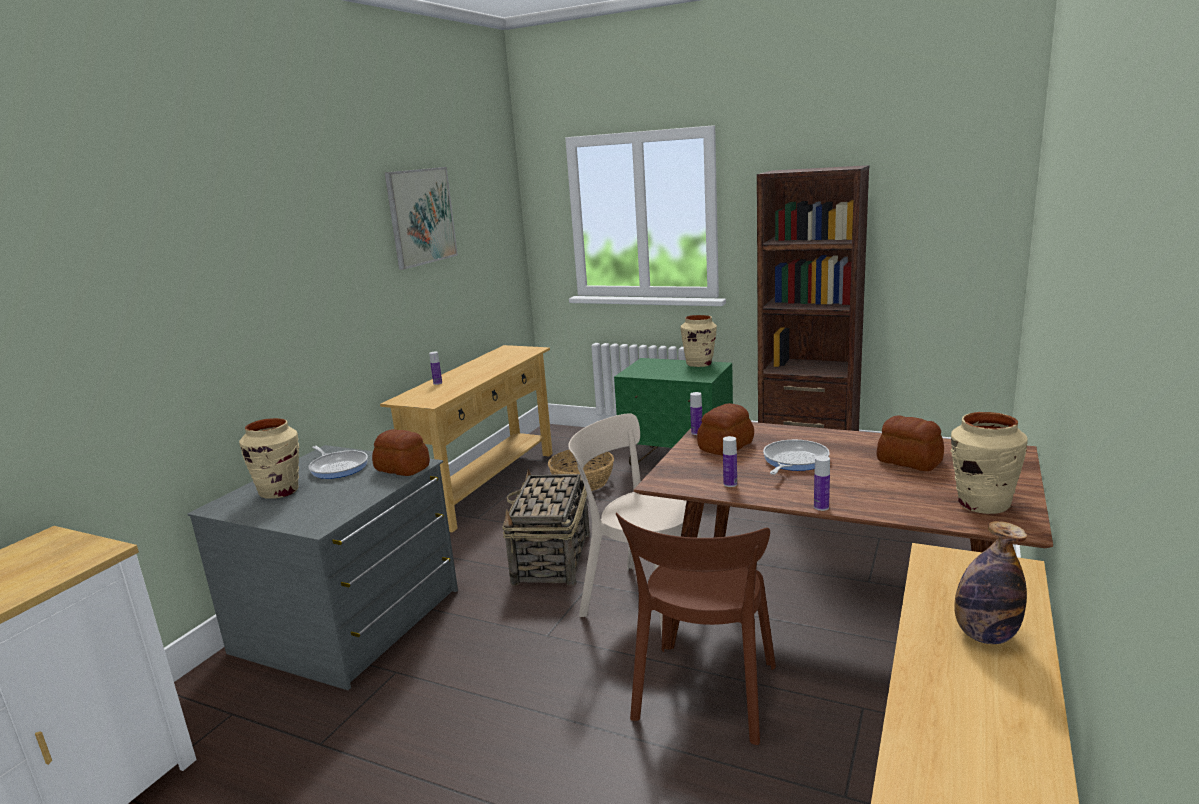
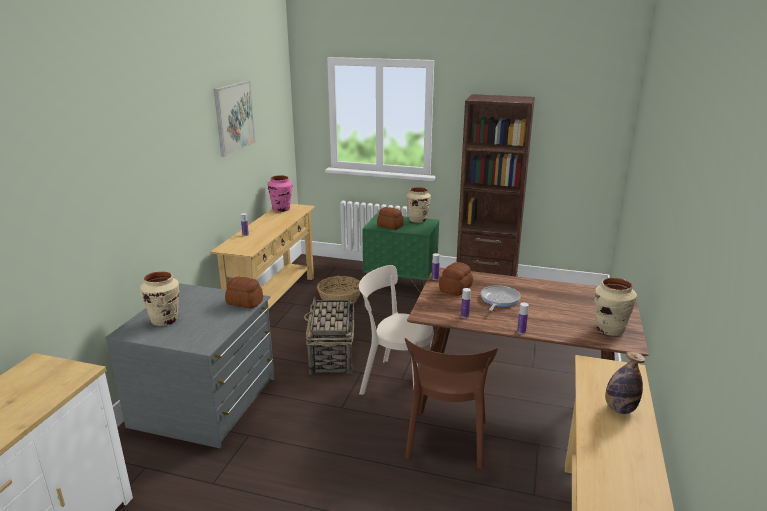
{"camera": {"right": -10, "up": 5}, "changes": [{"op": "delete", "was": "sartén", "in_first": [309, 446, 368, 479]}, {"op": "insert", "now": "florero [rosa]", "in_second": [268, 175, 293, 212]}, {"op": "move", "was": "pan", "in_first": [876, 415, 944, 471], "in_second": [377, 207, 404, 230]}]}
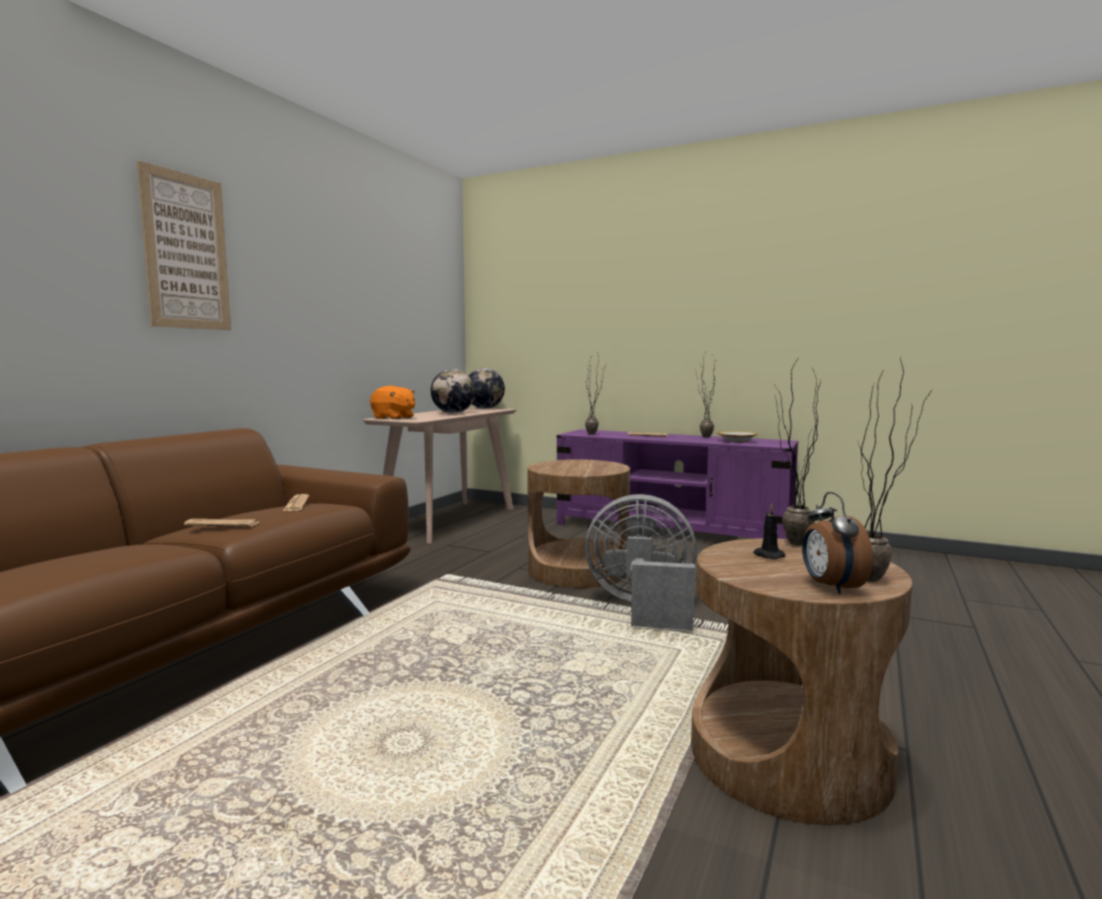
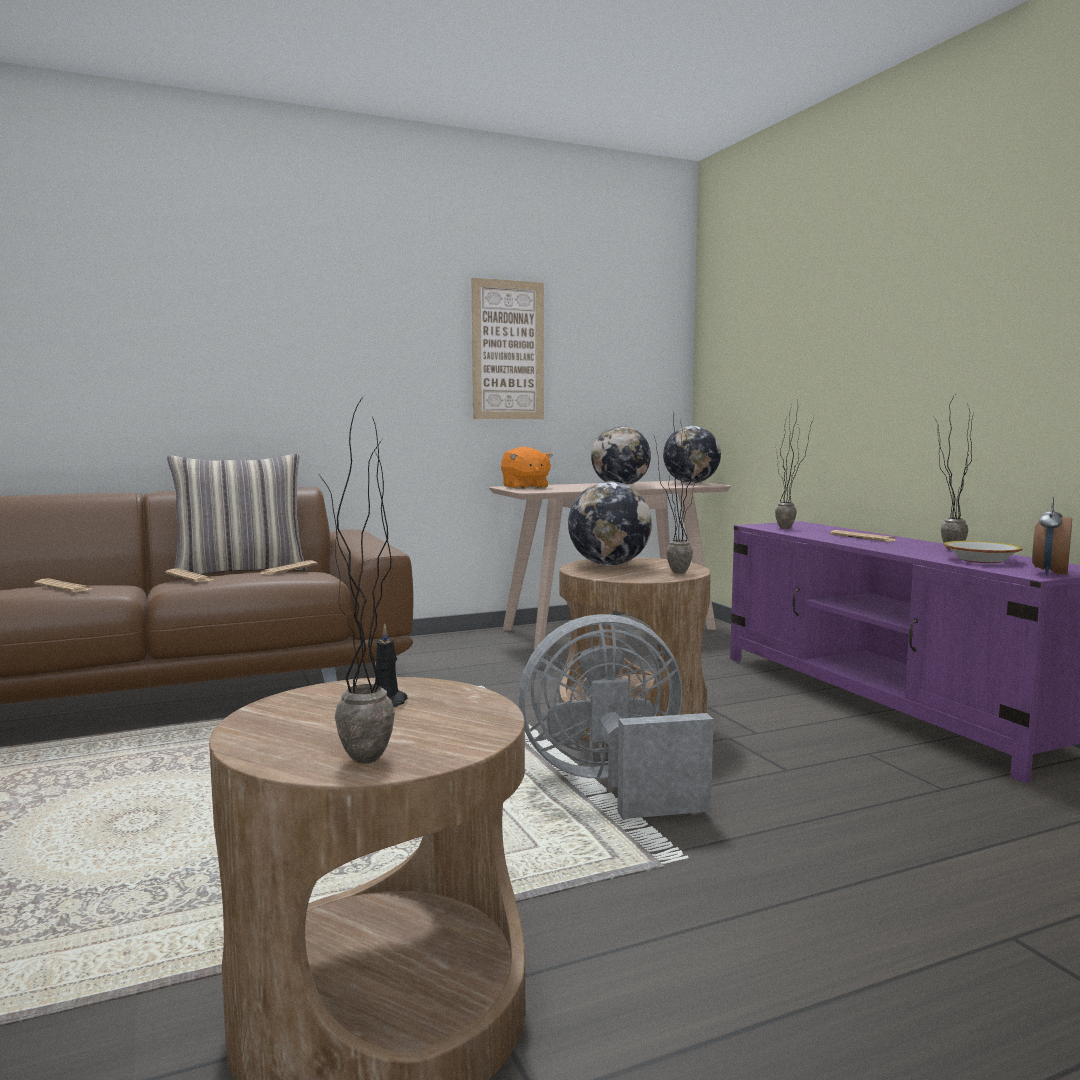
{"camera": {"right": 40, "up": 0}, "changes": [{"op": "insert", "now": "periódico", "in_second": [34, 578, 91, 592]}, {"op": "insert", "now": "cojín", "in_second": [167, 454, 307, 578]}, {"op": "insert", "now": "globo terráqueo", "in_second": [568, 482, 652, 565]}, {"op": "move", "was": "cuadro", "in_first": [137, 160, 231, 330], "in_second": [472, 278, 544, 419]}, {"op": "move", "was": "planta en maceta", "in_first": [774, 359, 821, 546], "in_second": [654, 416, 697, 574]}, {"op": "move", "was": "despertador", "in_first": [802, 492, 873, 594], "in_second": [1032, 497, 1072, 576]}, {"op": "rotate", "was": "ventilador [gris]", "in_first": [585, 494, 697, 630], "in_second": [519, 614, 714, 819], "clockwise": -60}]}
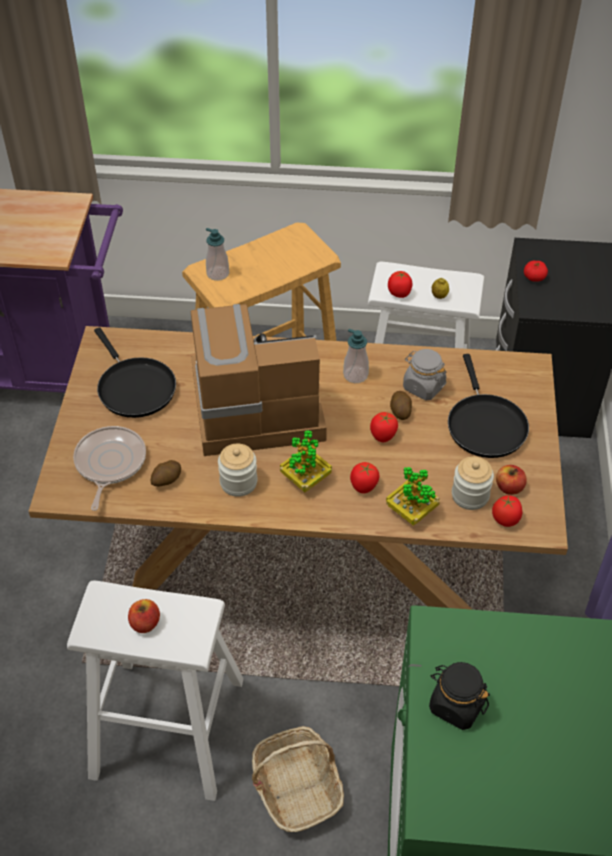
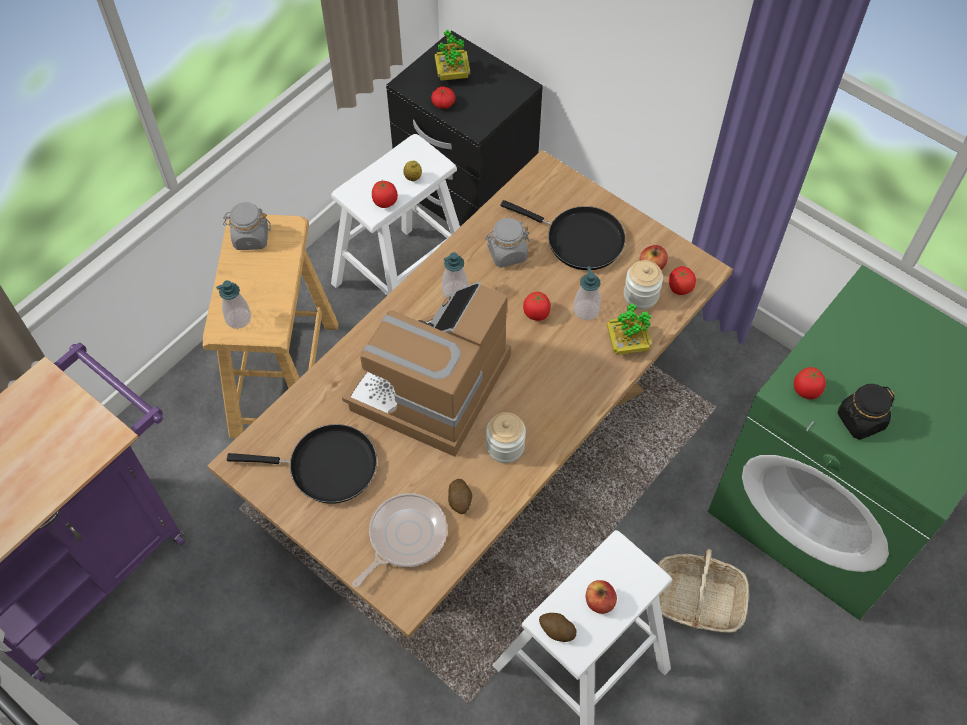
{"camera": {"right": -55, "up": 10}, "changes": [{"op": "insert", "now": "tarro [gris]", "in_second": [223, 202, 271, 250]}, {"op": "insert", "now": "dispensador de jabón", "in_second": [574, 266, 601, 320]}, {"op": "move", "was": "planta en maceta", "in_first": [280, 430, 332, 492], "in_second": [435, 30, 470, 81]}, {"op": "move", "was": "tomate", "in_first": [350, 462, 379, 493], "in_second": [794, 367, 826, 399]}, {"op": "move", "was": "patata", "in_first": [390, 391, 412, 420], "in_second": [539, 613, 577, 642]}, {"op": "rotate", "was": "sartén", "in_first": [73, 426, 146, 511], "in_second": [352, 493, 447, 588], "clockwise": 90}]}
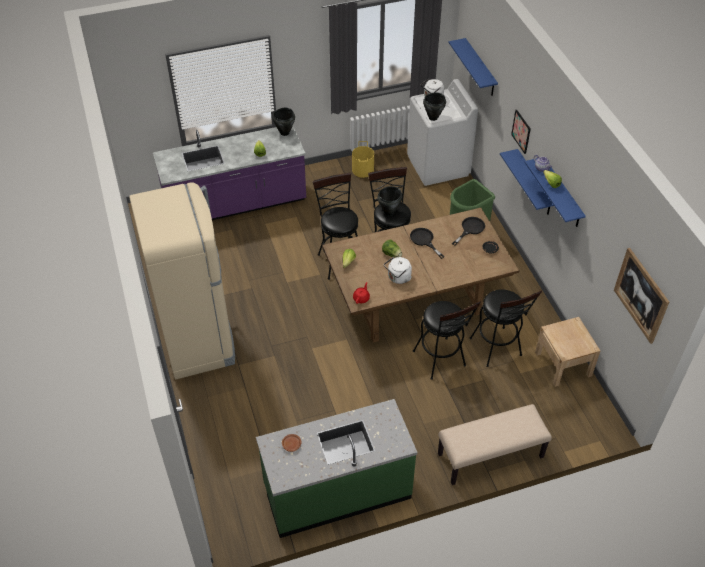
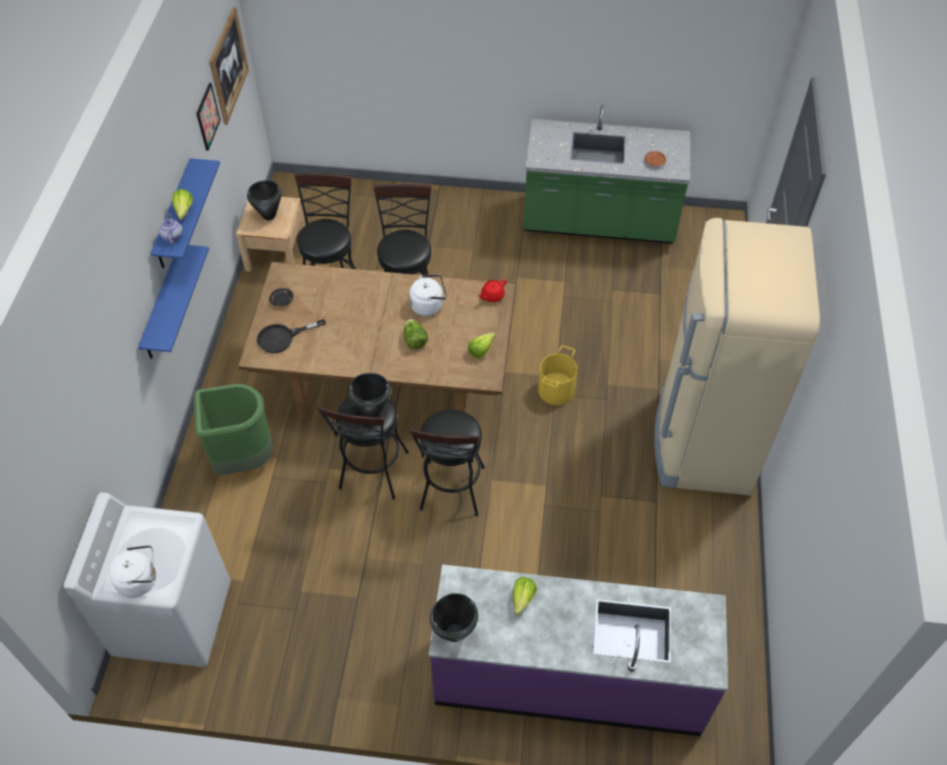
{"camera": {"right": -155, "up": 5}, "changes": [{"op": "delete", "was": "sartén [negro]", "in_first": [410, 228, 445, 259]}, {"op": "delete", "was": "banco [beis]", "in_first": [438, 404, 552, 485]}, {"op": "delete", "was": "estante [azul]", "in_first": [449, 38, 498, 96]}, {"op": "move", "was": "cubo [amarillo]", "in_first": [352, 141, 374, 178], "in_second": [538, 345, 577, 405]}, {"op": "move", "was": "olla [negro]", "in_first": [423, 93, 446, 121], "in_second": [247, 180, 282, 220]}, {"op": "move", "was": "cuadro", "in_first": [511, 110, 531, 154], "in_second": [196, 83, 220, 151]}]}
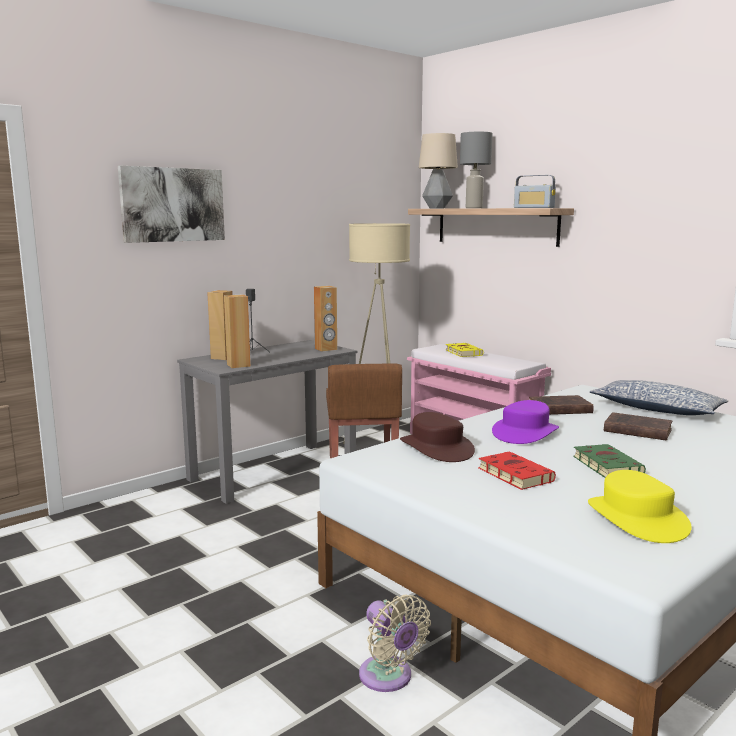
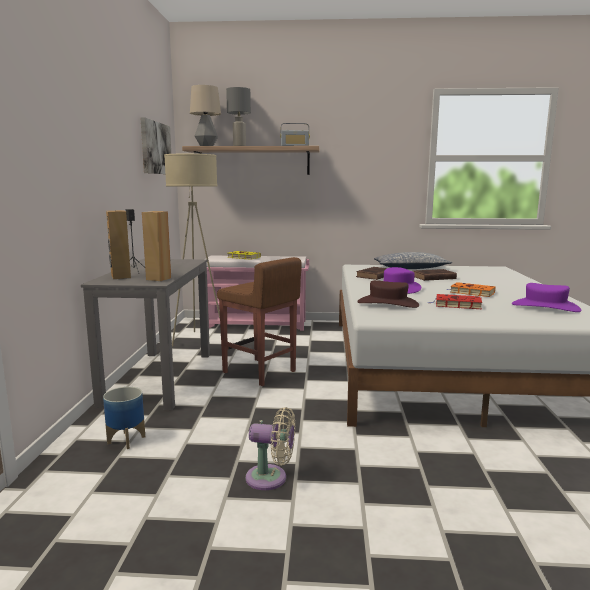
{"camera": {"right": -45, "up": 0}, "changes": [{"op": "delete", "was": "altavoz [marrón]", "in_first": [314, 286, 337, 352]}, {"op": "insert", "now": "maceta", "in_second": [103, 387, 145, 449]}, {"op": "move", "was": "cuadro", "in_first": [118, 166, 225, 243], "in_second": [140, 117, 171, 174]}, {"op": "move", "was": "ventilador [beis]", "in_first": [359, 594, 431, 692], "in_second": [246, 407, 295, 490]}, {"op": "recolor", "was": "libro [verde]", "now": "libro [naranja]", "in_first": [573, 444, 646, 478], "in_second": [447, 282, 495, 297]}, {"op": "recolor", "was": "sombrero [amarillo]", "now": "sombrero [morado]", "in_first": [588, 470, 692, 543], "in_second": [512, 283, 581, 312]}]}
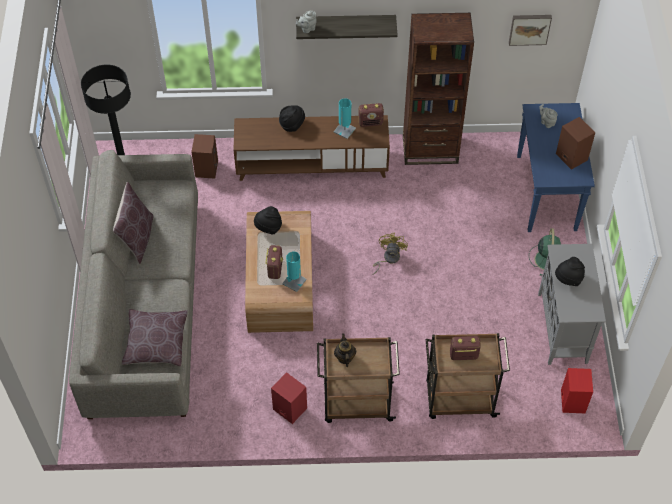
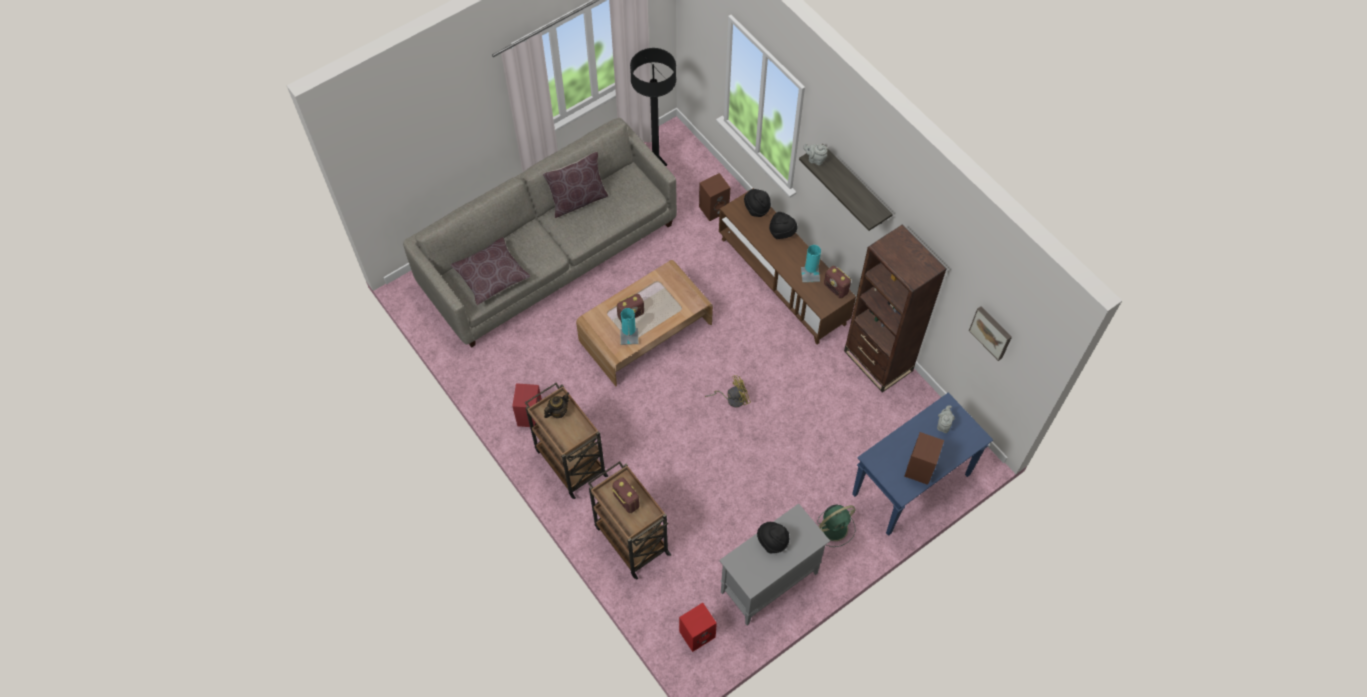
{"camera": {"right": 55, "up": 5}, "changes": [{"op": "move", "was": "sombrero [negro]", "in_first": [254, 206, 282, 235], "in_second": [744, 189, 771, 217]}]}
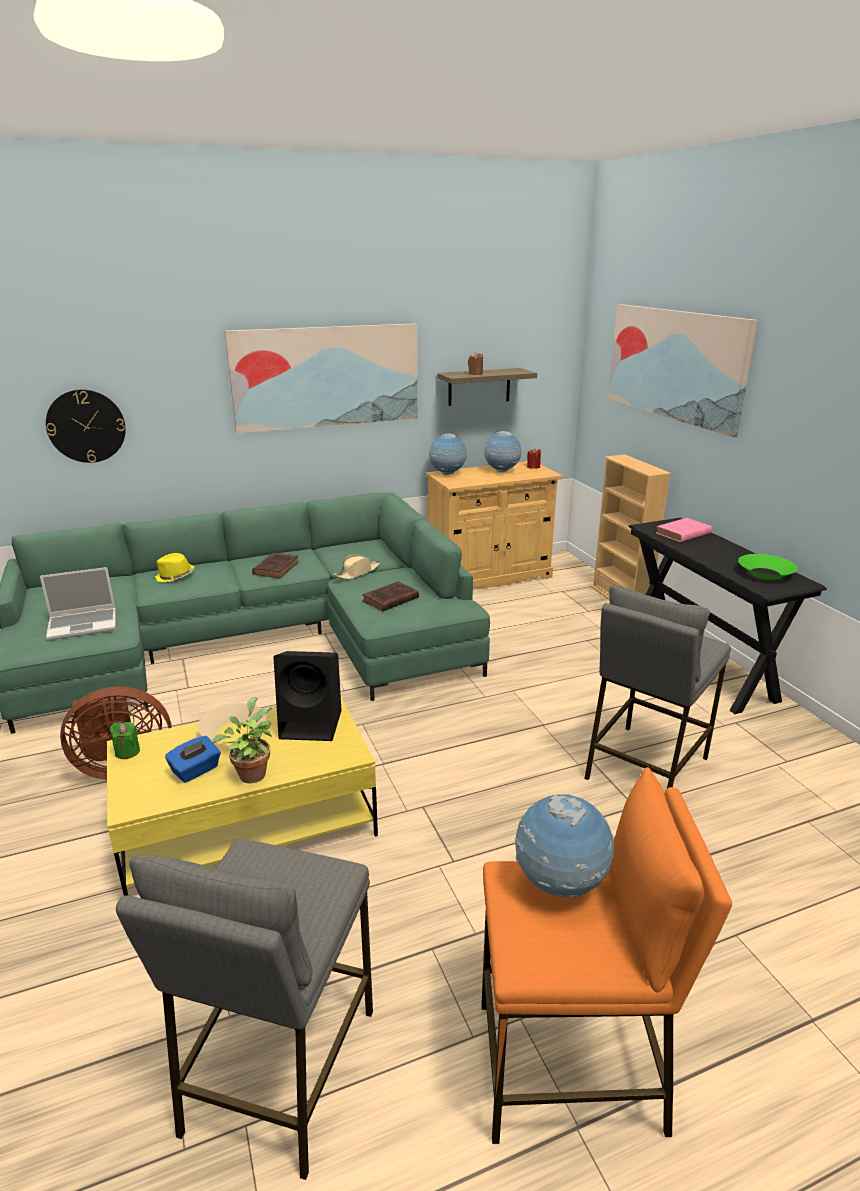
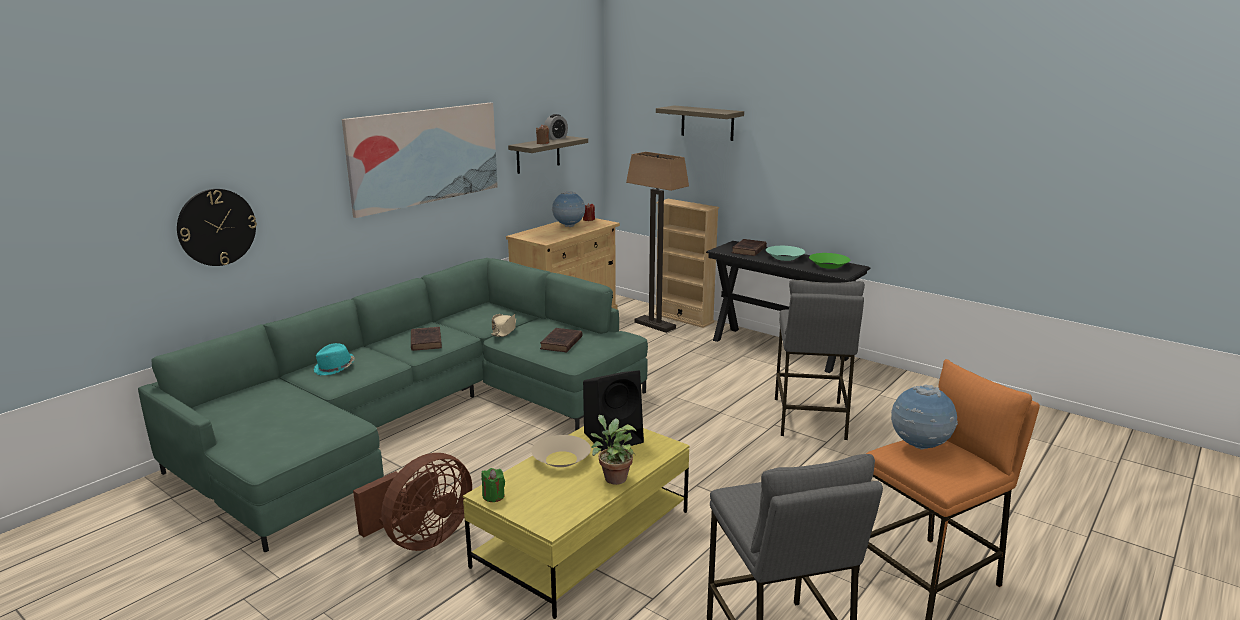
{"camera": {"right": -30, "up": -5}, "changes": [{"op": "delete", "was": "portátil", "in_first": [40, 567, 116, 640]}, {"op": "delete", "was": "caja de pañuelos [azul]", "in_first": [165, 736, 221, 783]}, {"op": "delete", "was": "globo terráqueo", "in_first": [429, 433, 467, 475]}, {"op": "insert", "now": "despertador", "in_second": [544, 114, 568, 140]}, {"op": "insert", "now": "lámpara de pie", "in_second": [626, 152, 689, 333]}, {"op": "insert", "now": "cuenco [turquesa]", "in_second": [766, 246, 805, 261]}, {"op": "replace", "was": "cuadro", "now": "estante", "in_first": [608, 304, 758, 437], "in_second": [656, 106, 744, 141]}, {"op": "recolor", "was": "sombrero [amarillo]", "now": "sombrero [turquesa]", "in_first": [155, 553, 194, 582], "in_second": [314, 343, 355, 375]}, {"op": "recolor", "was": "libro [rosa]", "now": "libro [marrón]", "in_first": [656, 518, 712, 542], "in_second": [732, 239, 767, 256]}]}
